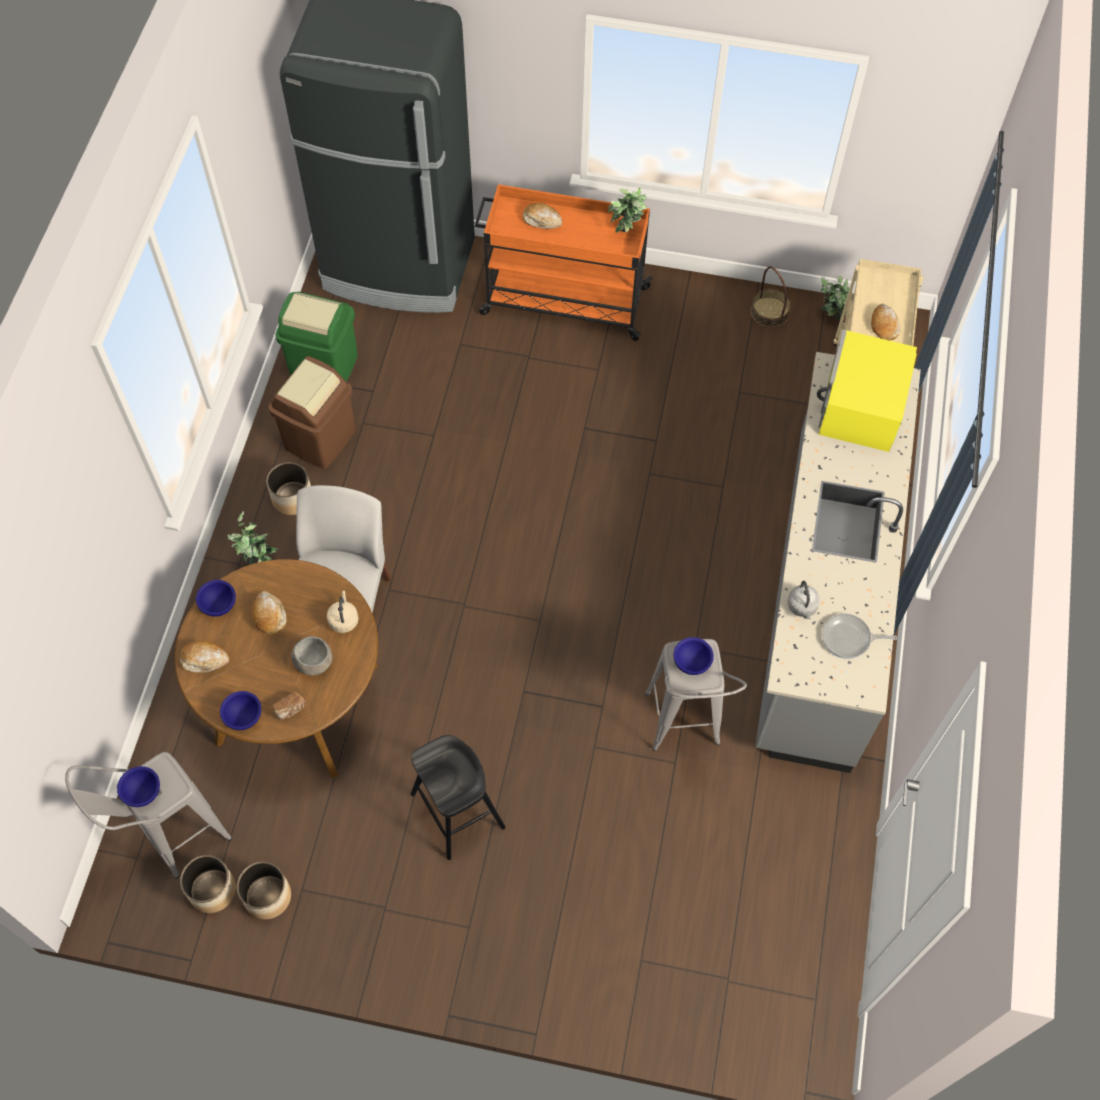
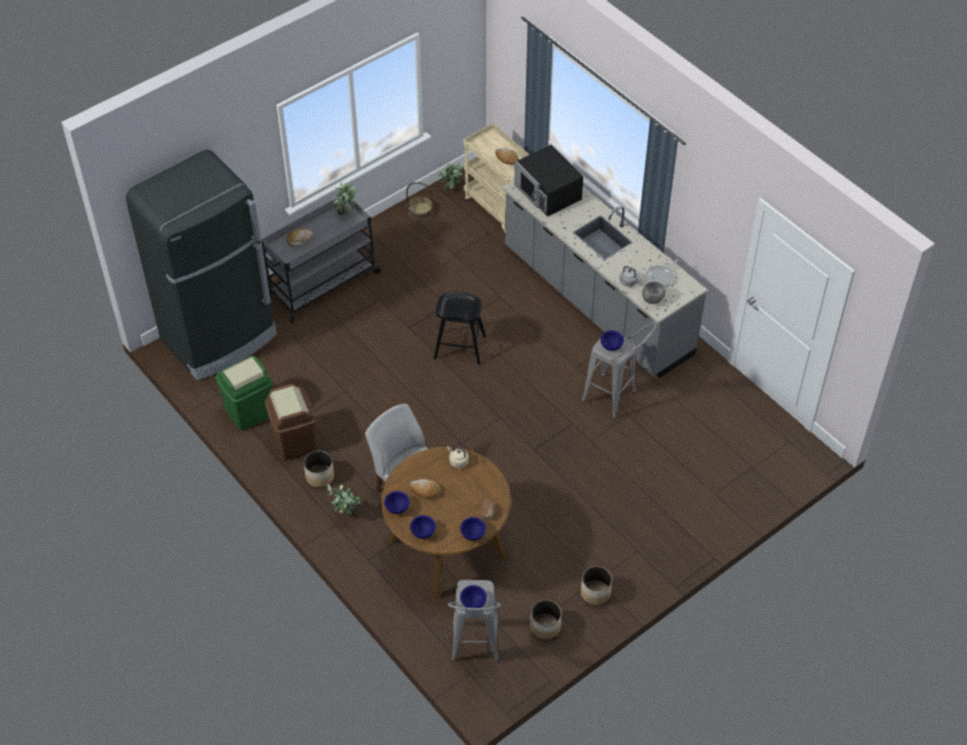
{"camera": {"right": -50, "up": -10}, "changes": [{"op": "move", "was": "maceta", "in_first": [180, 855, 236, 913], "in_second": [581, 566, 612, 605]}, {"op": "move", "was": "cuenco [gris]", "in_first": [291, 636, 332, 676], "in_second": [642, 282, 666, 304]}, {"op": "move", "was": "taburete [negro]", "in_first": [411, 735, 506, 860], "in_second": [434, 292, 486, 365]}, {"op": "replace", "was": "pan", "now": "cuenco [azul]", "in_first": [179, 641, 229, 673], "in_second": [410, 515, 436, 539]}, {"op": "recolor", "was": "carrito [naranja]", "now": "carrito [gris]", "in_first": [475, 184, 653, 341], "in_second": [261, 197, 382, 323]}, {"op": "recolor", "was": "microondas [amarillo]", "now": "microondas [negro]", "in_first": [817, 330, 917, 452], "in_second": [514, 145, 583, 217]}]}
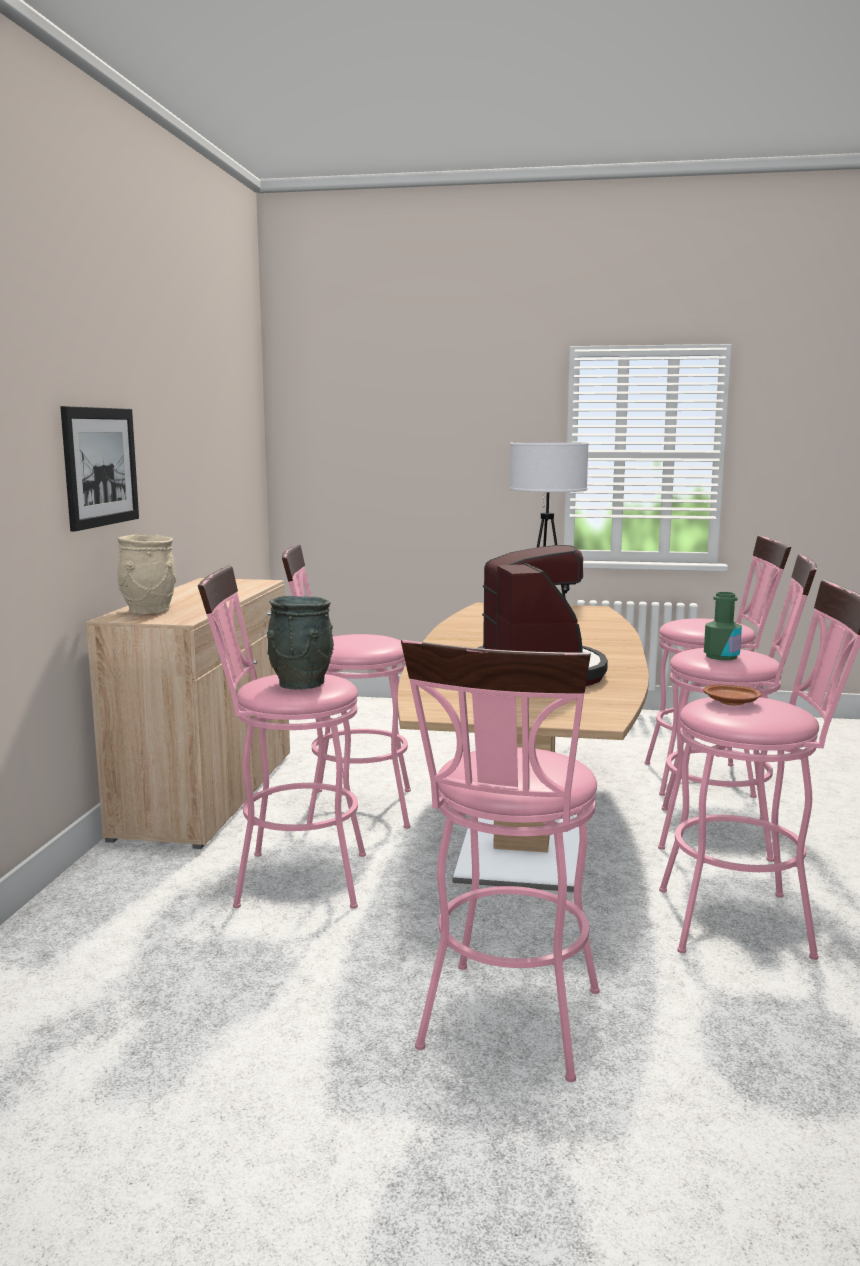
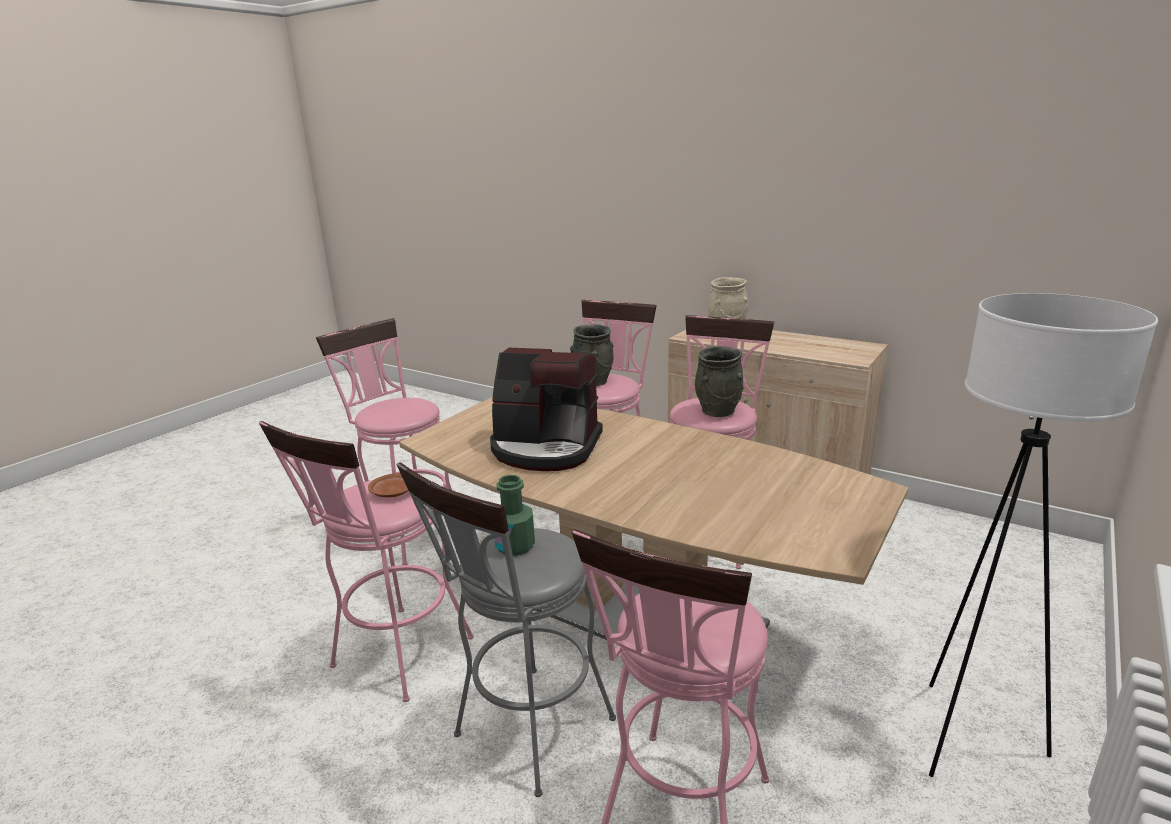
{"camera": {"right": 115, "up": 10}, "changes": [{"op": "delete", "was": "cuadro", "in_first": [60, 406, 139, 531]}, {"op": "insert", "now": "florero [gris]", "in_second": [695, 346, 744, 417]}, {"op": "recolor", "was": "taburete [rosa]", "now": "taburete [gris]", "in_first": [658, 554, 817, 862], "in_second": [396, 462, 616, 797]}]}
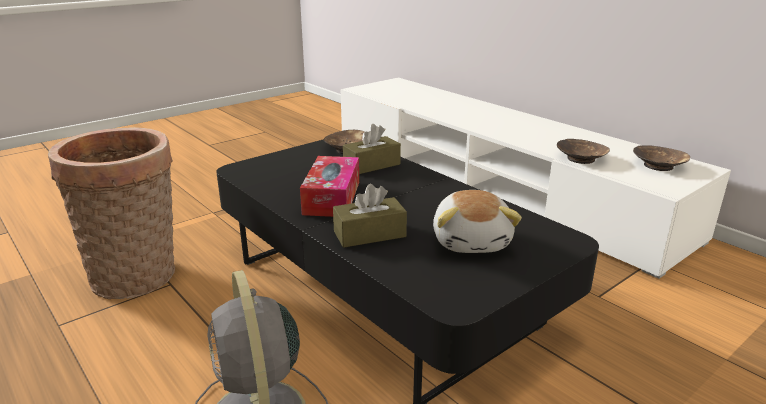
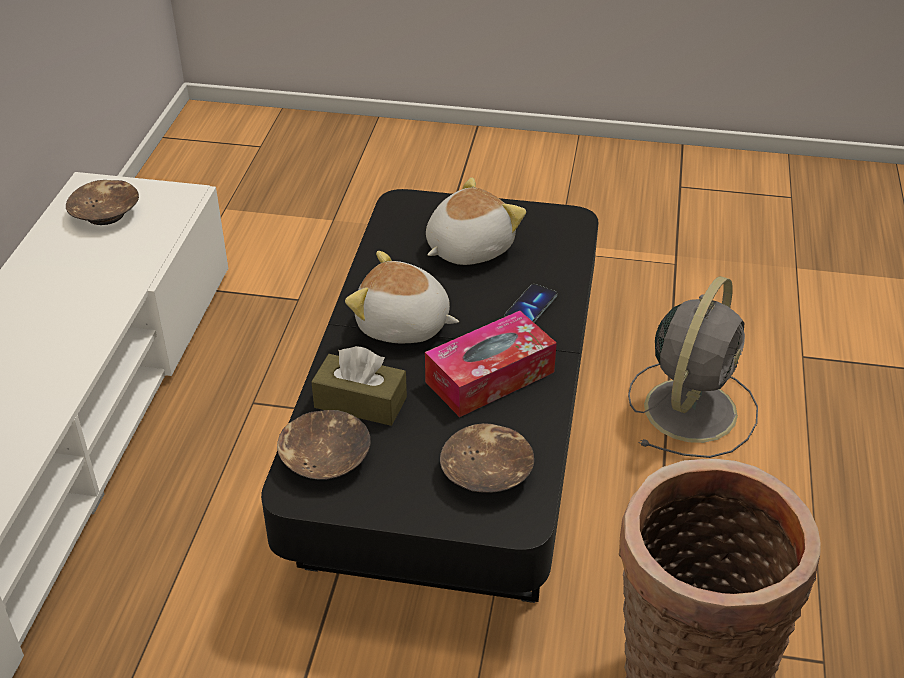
{"camera": {"right": -130, "up": 15}, "changes": [{"op": "insert", "now": "peluche", "in_second": [345, 251, 459, 343]}, {"op": "move", "was": "cuenco [marrón]", "in_first": [557, 139, 610, 164], "in_second": [440, 423, 534, 493]}, {"op": "replace", "was": "caja de pañuelos [marrón]", "now": "móvil", "in_first": [333, 184, 407, 248], "in_second": [504, 284, 557, 323]}]}
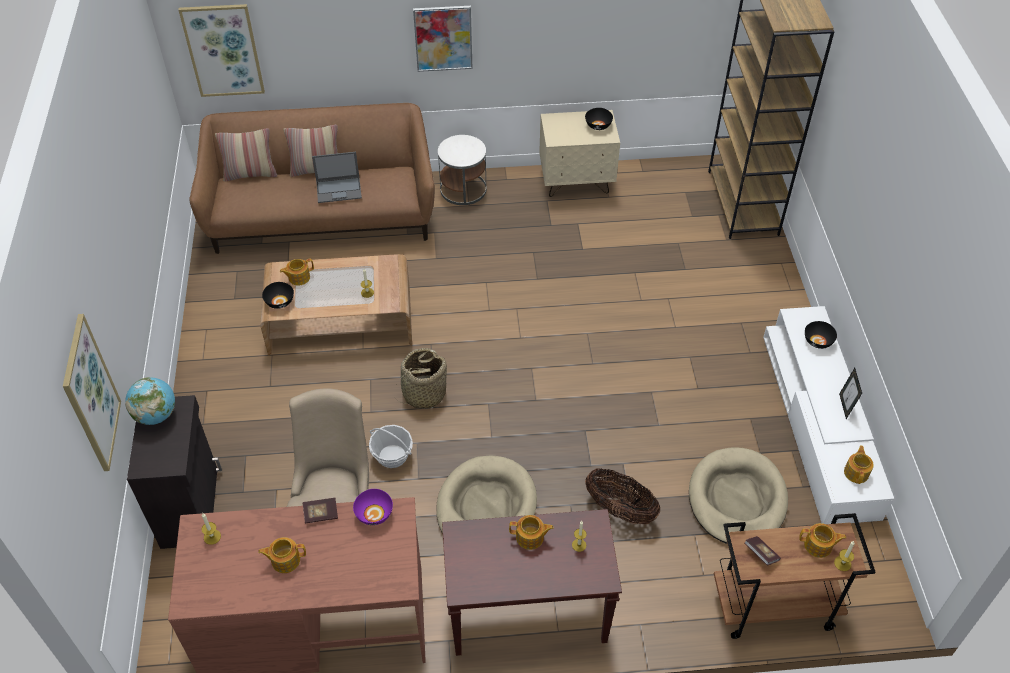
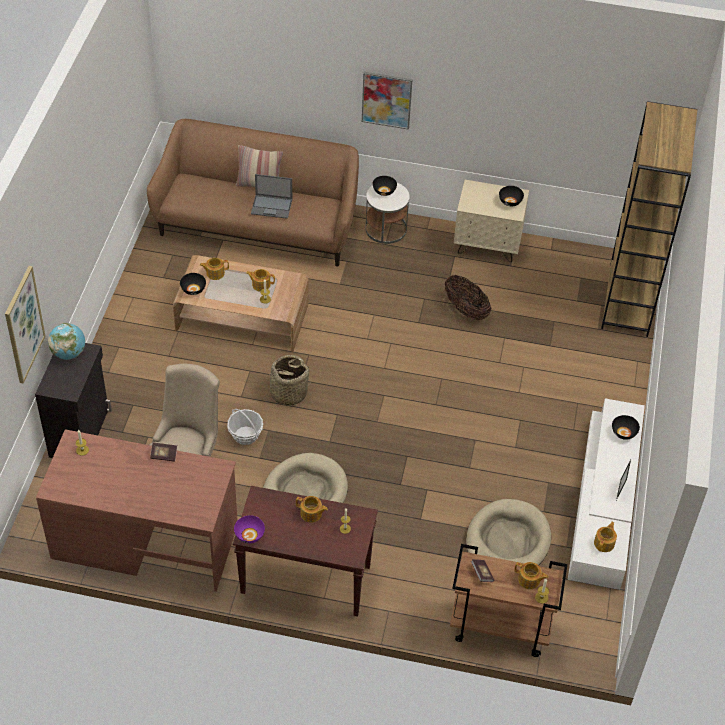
{"camera": {"right": 15, "up": 0}, "changes": [{"op": "delete", "was": "cuadro", "in_first": [179, 4, 265, 97]}, {"op": "delete", "was": "cojín", "in_first": [215, 128, 277, 182]}, {"op": "insert", "now": "cuenco [negro]", "in_second": [373, 176, 397, 196]}, {"op": "move", "was": "tetera", "in_first": [258, 537, 306, 573], "in_second": [246, 269, 275, 292]}, {"op": "move", "was": "cuenco [morado]", "in_first": [353, 489, 393, 525], "in_second": [234, 515, 265, 543]}, {"op": "move", "was": "cesta", "in_first": [585, 468, 660, 524], "in_second": [445, 275, 491, 321]}]}
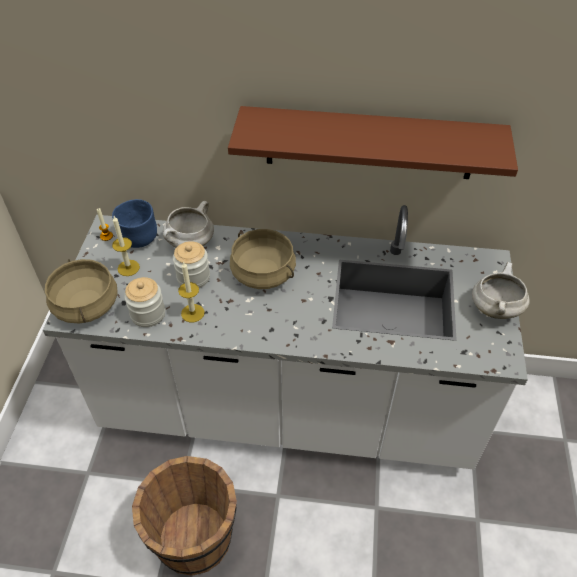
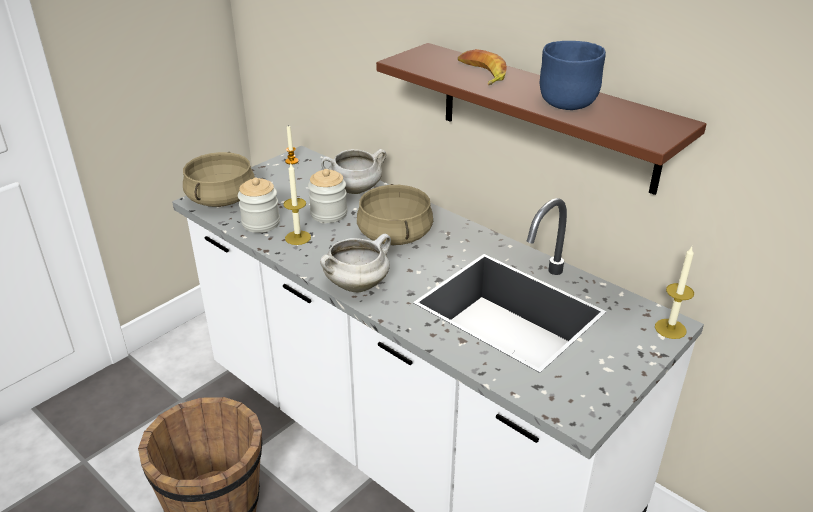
{"camera": {"right": 35, "up": -15}, "changes": [{"op": "insert", "now": "plátano", "in_second": [458, 49, 507, 85]}, {"op": "move", "was": "cuenco [azul]", "in_first": [112, 199, 157, 248], "in_second": [539, 41, 606, 110]}, {"op": "move", "was": "vela", "in_first": [112, 216, 140, 276], "in_second": [655, 247, 694, 339]}, {"op": "move", "was": "olla [blanco]", "in_first": [472, 262, 530, 319], "in_second": [320, 234, 391, 292]}]}
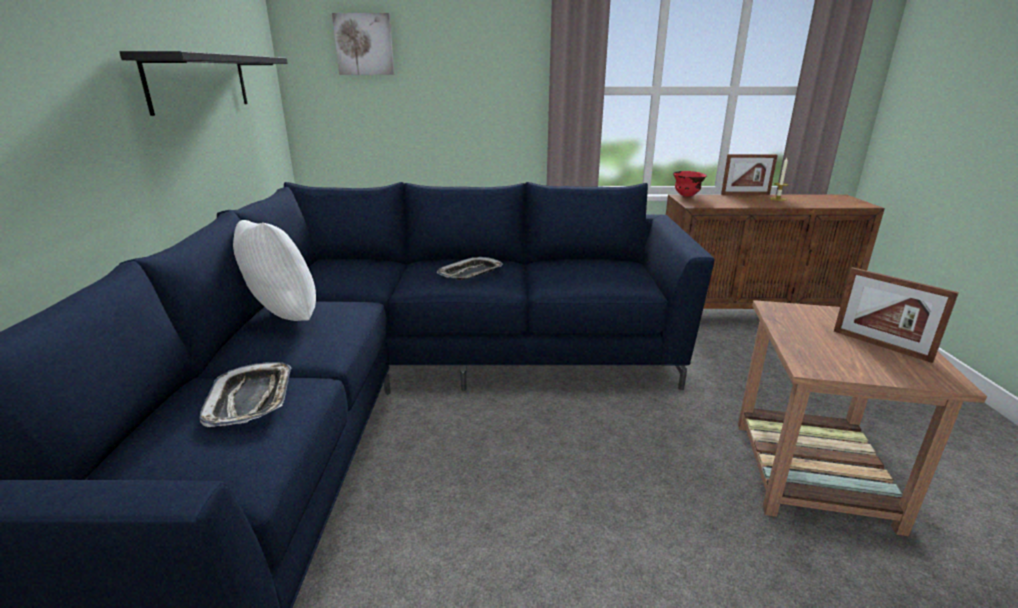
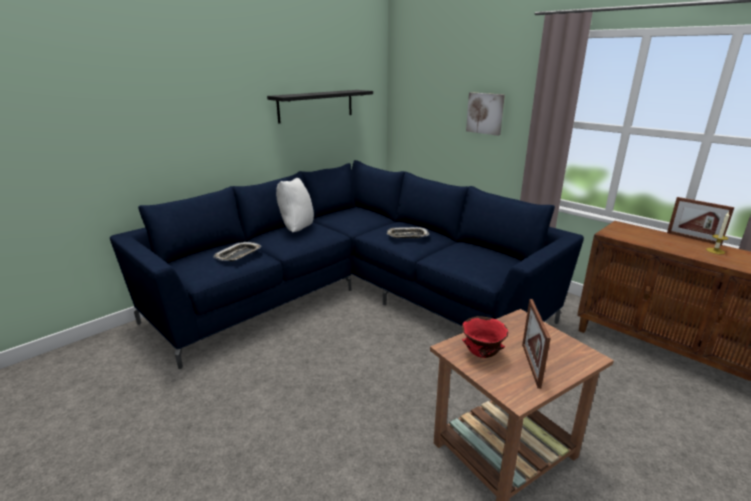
{"camera": {"right": 45, "up": 0}, "changes": [{"op": "move", "was": "cuadro", "in_first": [332, 13, 395, 75], "in_second": [466, 92, 505, 136]}, {"op": "move", "was": "cuenco [rojo]", "in_first": [673, 171, 707, 197], "in_second": [462, 316, 508, 358]}]}
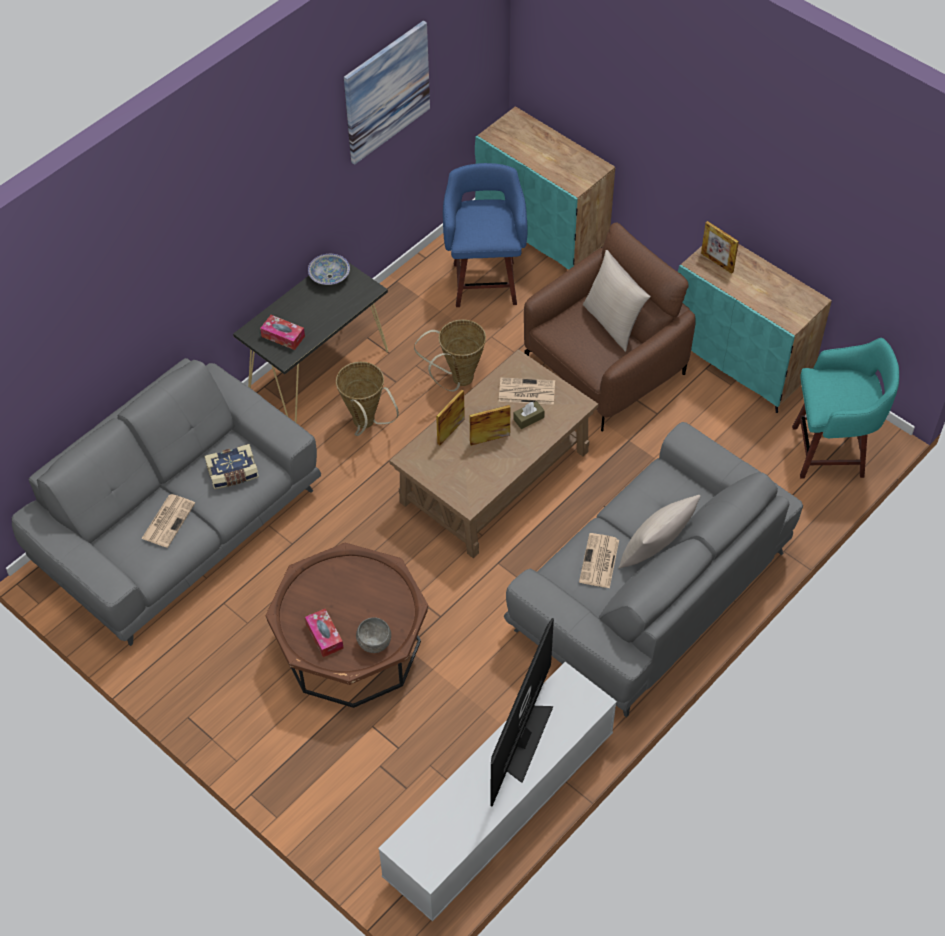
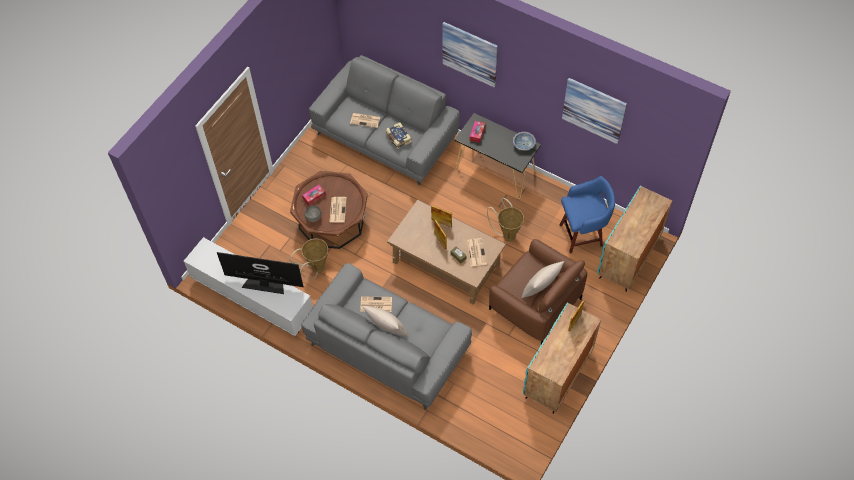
{"camera": {"right": 80, "up": 5}, "changes": [{"op": "delete", "was": "taburete [turquesa]", "in_first": [792, 338, 899, 479]}, {"op": "insert", "now": "periódico", "in_second": [330, 197, 347, 223]}, {"op": "insert", "now": "cuadro", "in_second": [442, 22, 498, 87]}, {"op": "move", "was": "cesta", "in_first": [336, 362, 399, 436], "in_second": [289, 238, 328, 279]}]}
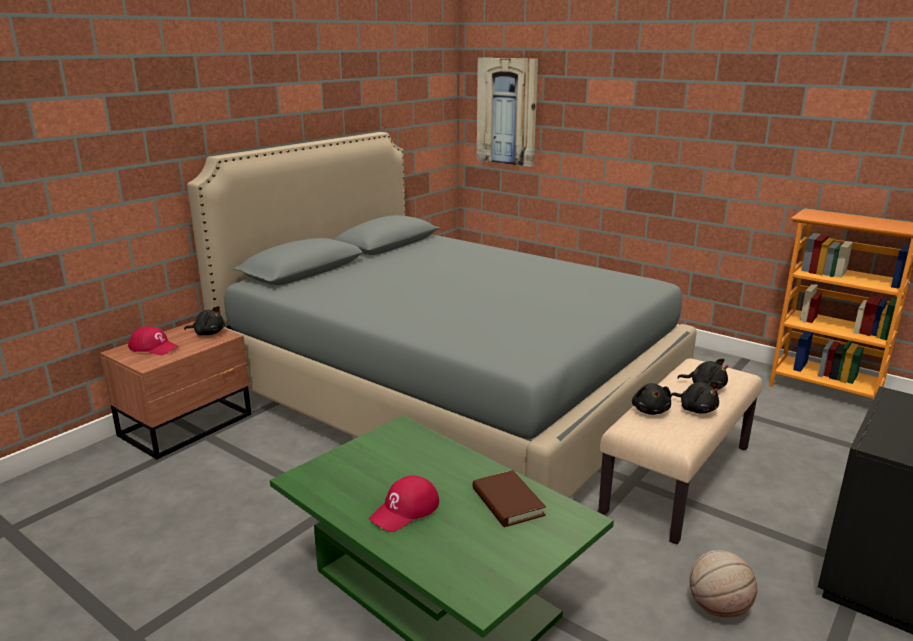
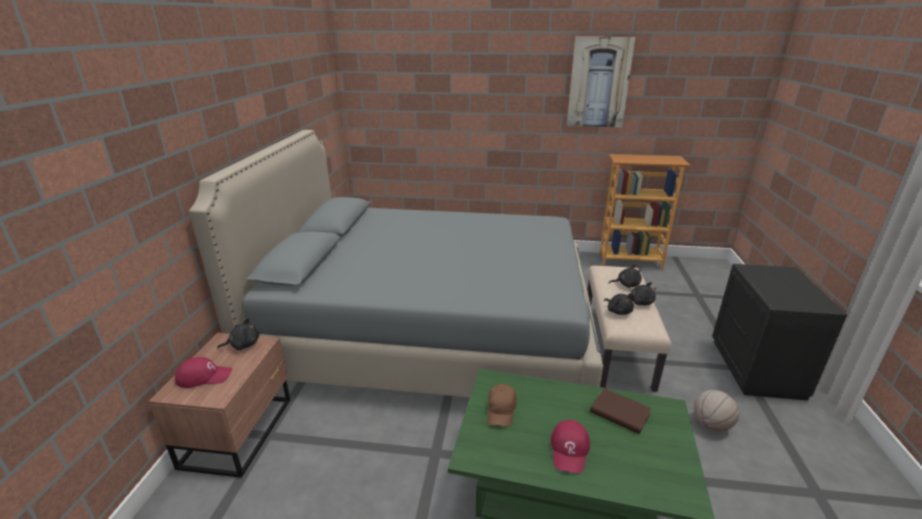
{"camera": {"right": -30, "up": 5}, "changes": [{"op": "insert", "now": "gorra [marrón]", "in_second": [487, 384, 517, 427]}, {"op": "move", "was": "cuadro", "in_first": [477, 58, 538, 167], "in_second": [567, 37, 636, 127]}]}
